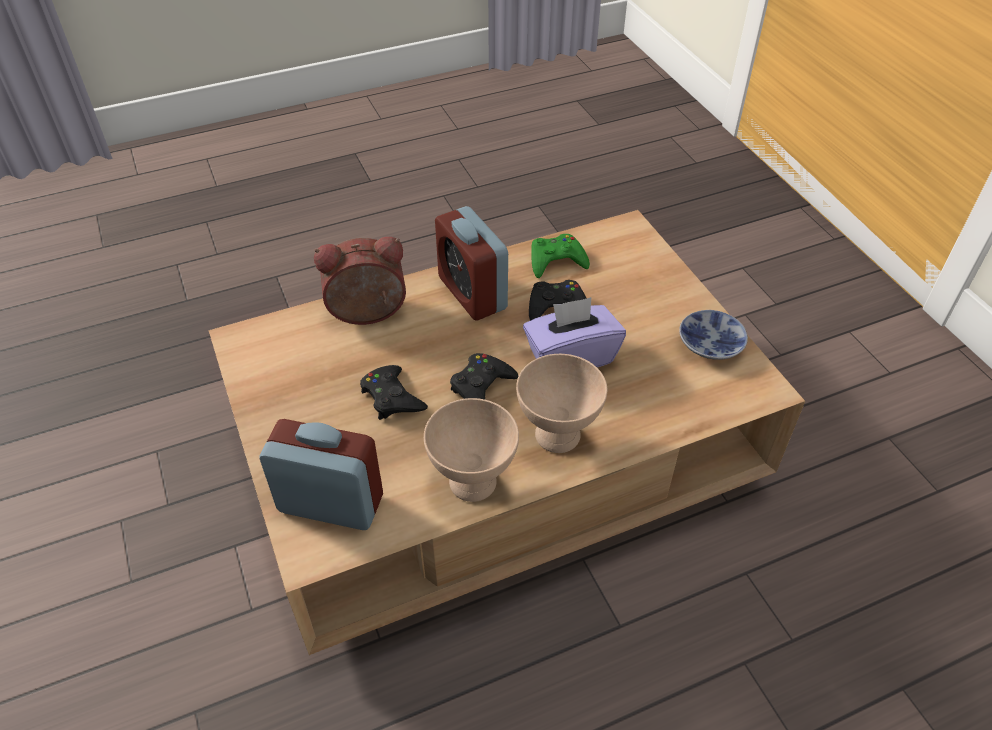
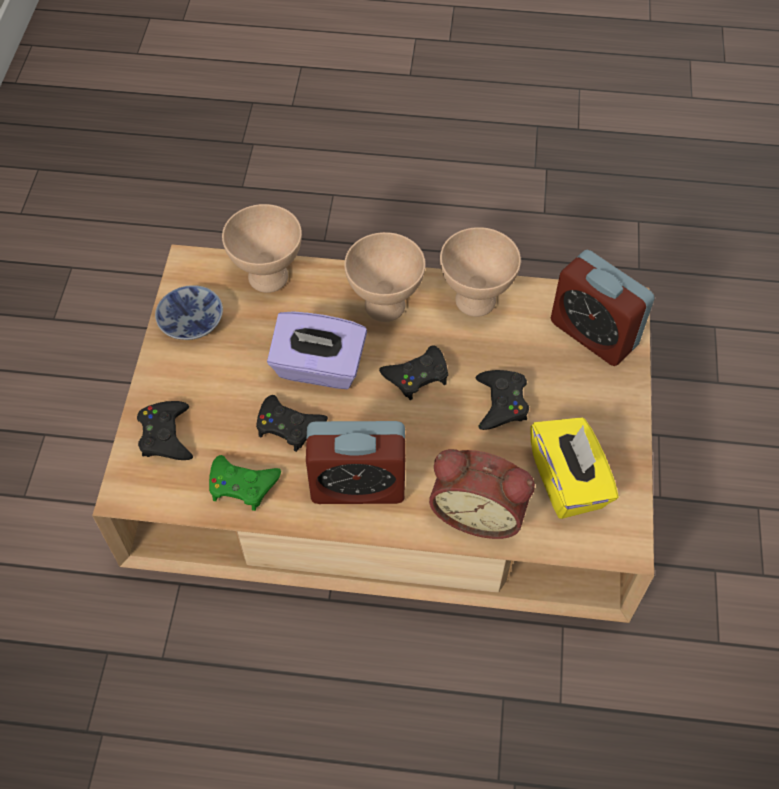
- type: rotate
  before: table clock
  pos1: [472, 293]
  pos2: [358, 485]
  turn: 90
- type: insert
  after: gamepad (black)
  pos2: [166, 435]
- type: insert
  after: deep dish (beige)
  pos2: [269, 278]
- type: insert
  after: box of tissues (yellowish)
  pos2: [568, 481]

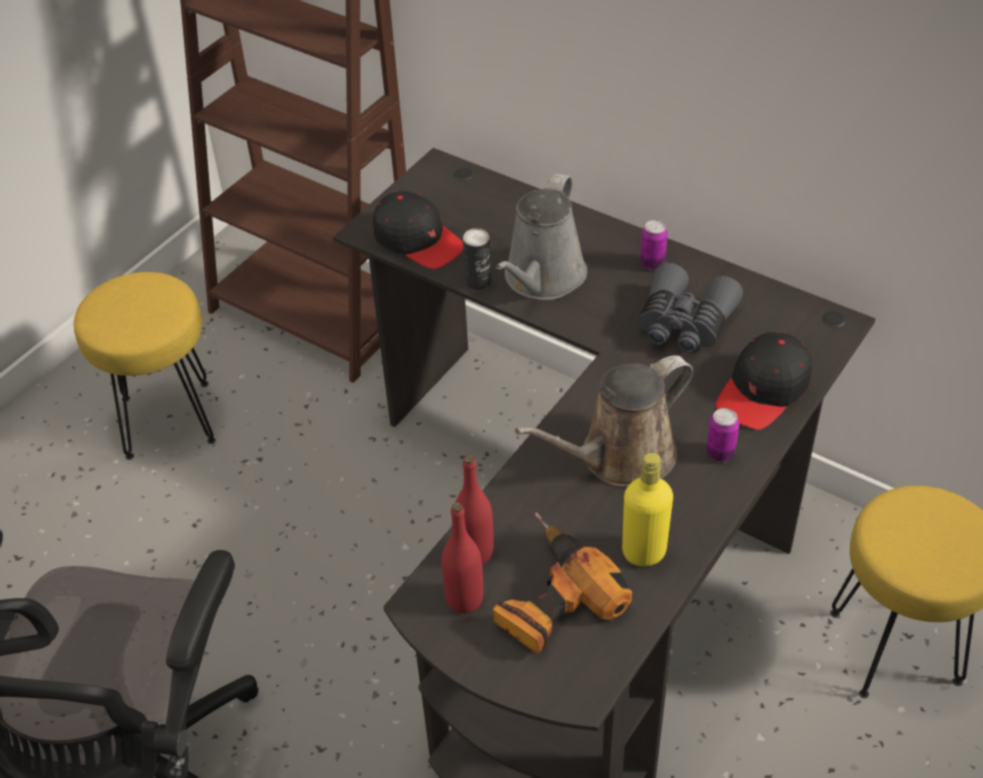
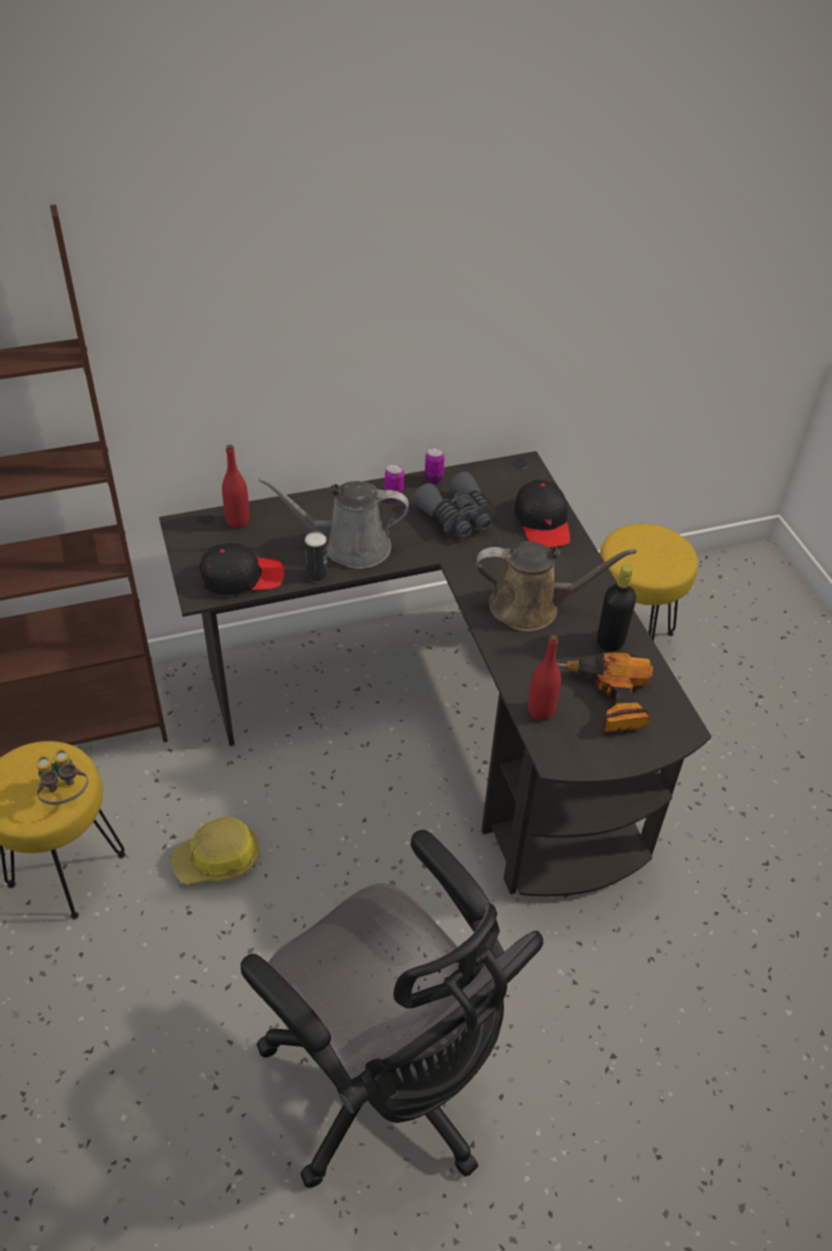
- type: move
  before: bottle (red)
  pos1: [464, 599]
  pos2: [238, 521]
- type: rotate
  before: watering pot (greyish)
  pos1: [542, 279]
  pos2: [349, 547]
  turn: 120
- type: rotate
  before: watering pot (brownish)
  pos1: [620, 458]
  pos2: [532, 607]
  turn: -90
- type: recolor
  before: bottle (yellowish)
  after: bottle (black)
  pos1: [644, 552]
  pos2: [610, 641]
- type: move
  before: metal can
  pos1: [720, 453]
  pos2: [433, 480]
- type: insert
  after: field glasses
  pos2: [65, 796]
- type: insert
  after: hard hat
  pos2: [218, 859]

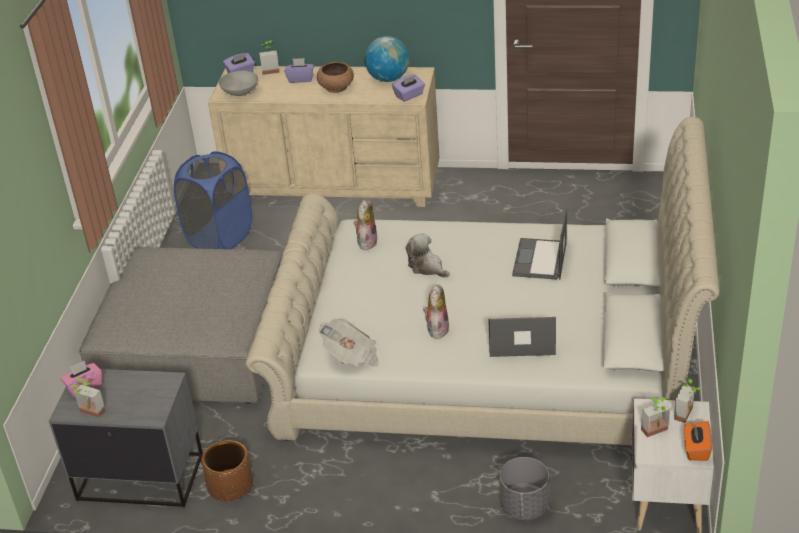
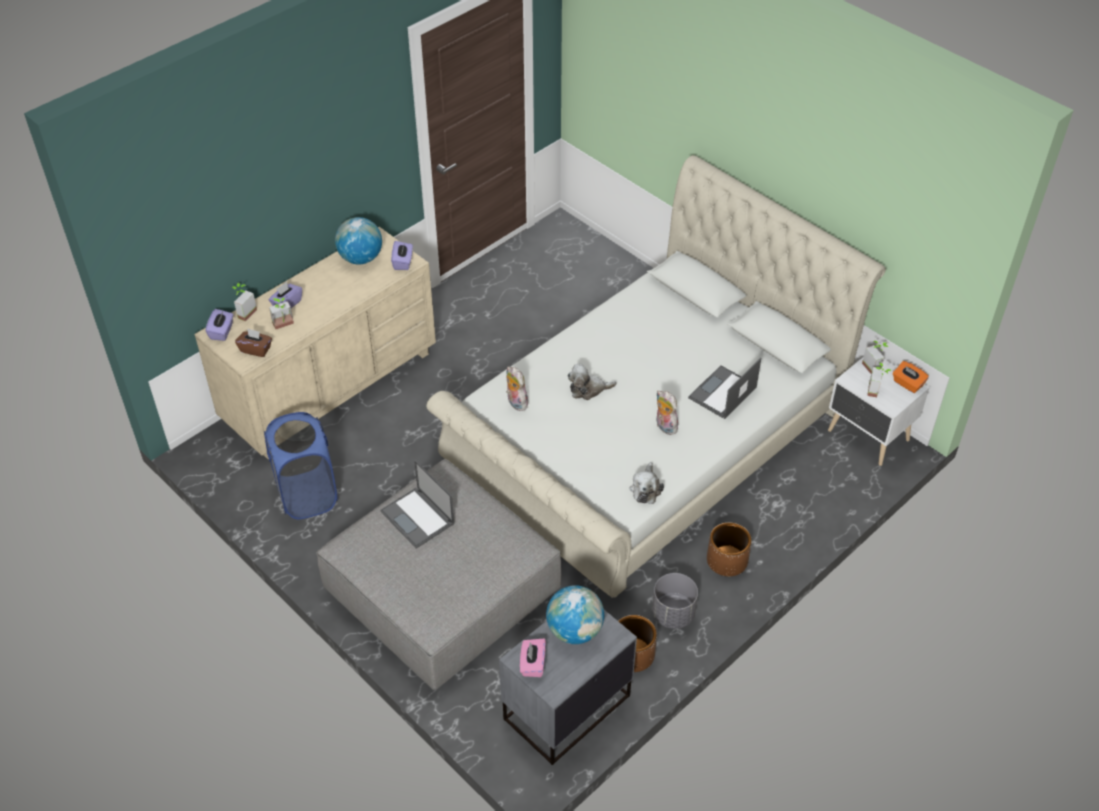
- type: move
  before: potted plant
  pos1: [90, 414]
  pos2: [284, 326]
- type: replace
  before: deep dish (greyish)
  after: box of tissues (brownish)
  pos1: [240, 93]
  pos2: [256, 349]
- type: delete
  before: deep dish (brownish)
  pos1: [336, 87]
- type: replace
  before: printed paper
  after: soft toy
  pos1: [352, 356]
  pos2: [646, 489]
- type: move
  before: planter (greyish)
  pos1: [524, 507]
  pos2: [673, 614]
- type: move
  before: portable computer
  pos1: [540, 260]
  pos2: [418, 518]
- type: insert
  after: desk globe
  pos2: [575, 630]
- type: insert
  after: planter (brownish)
  pos2: [727, 561]

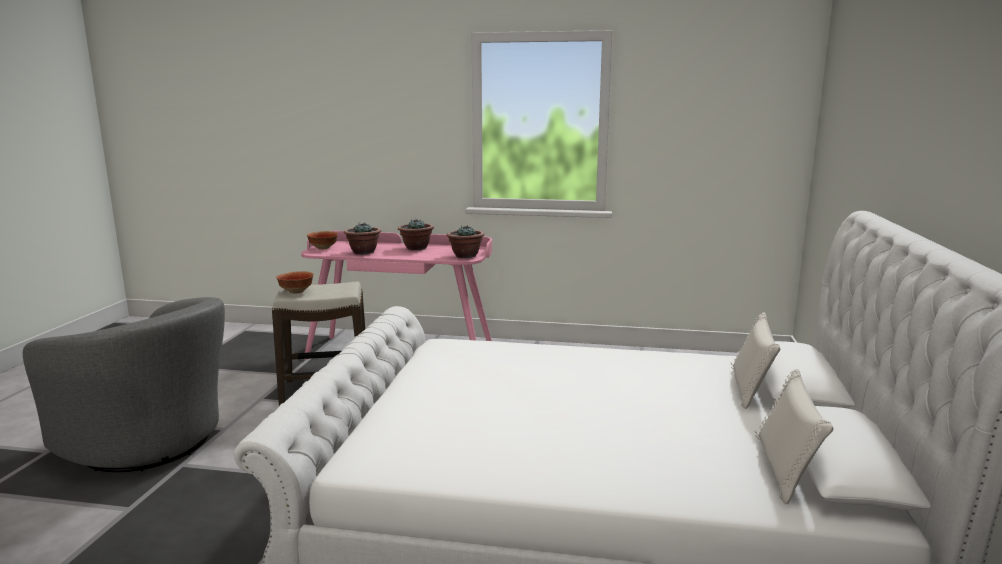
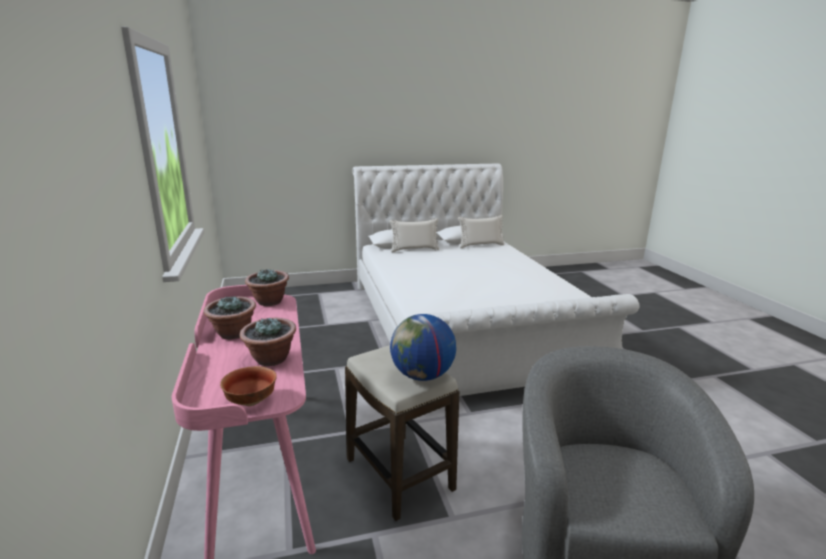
- type: replace
  before: deep dish
  after: desk globe
  pos1: [295, 292]
  pos2: [422, 376]

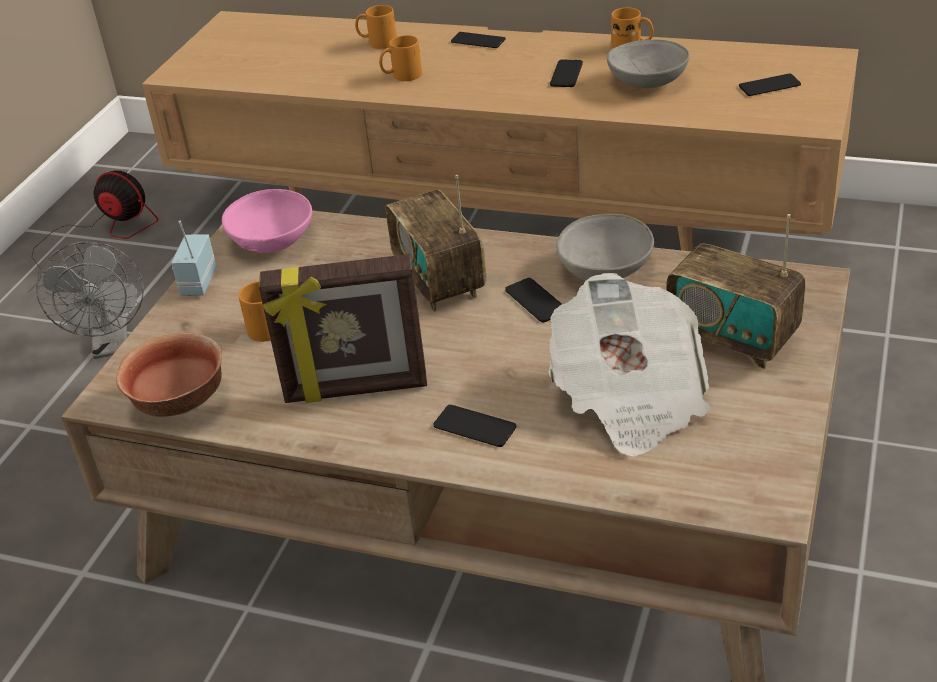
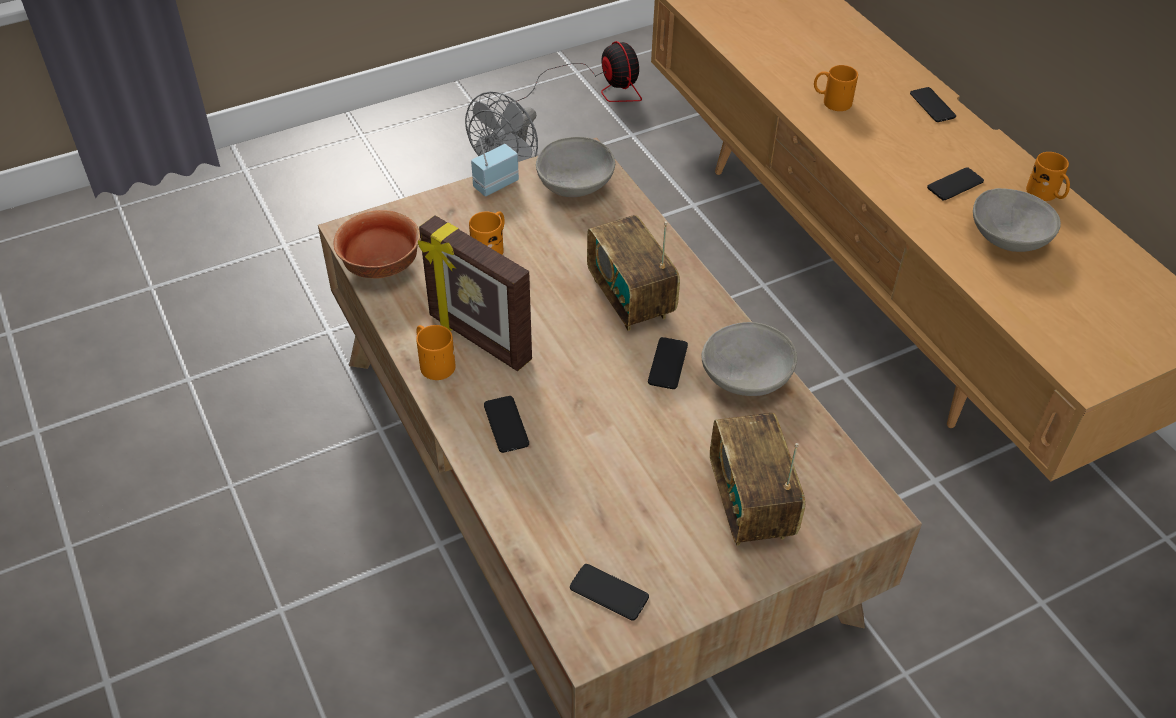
- type: recolor
  before: deep dish (pink-coloured)
  after: deep dish (greyish)
  pos1: [273, 241]
  pos2: [576, 185]
- type: move
  before: mug (orangey)
  pos1: [377, 43]
  pos2: [433, 362]
- type: rotate
  before: radio receiver
  pos1: [439, 281]
  pos2: [630, 298]
  turn: -45
- type: delete
  before: printed paper
  pos1: [629, 398]
- type: move
  before: phone
  pos1: [769, 86]
  pos2: [609, 592]

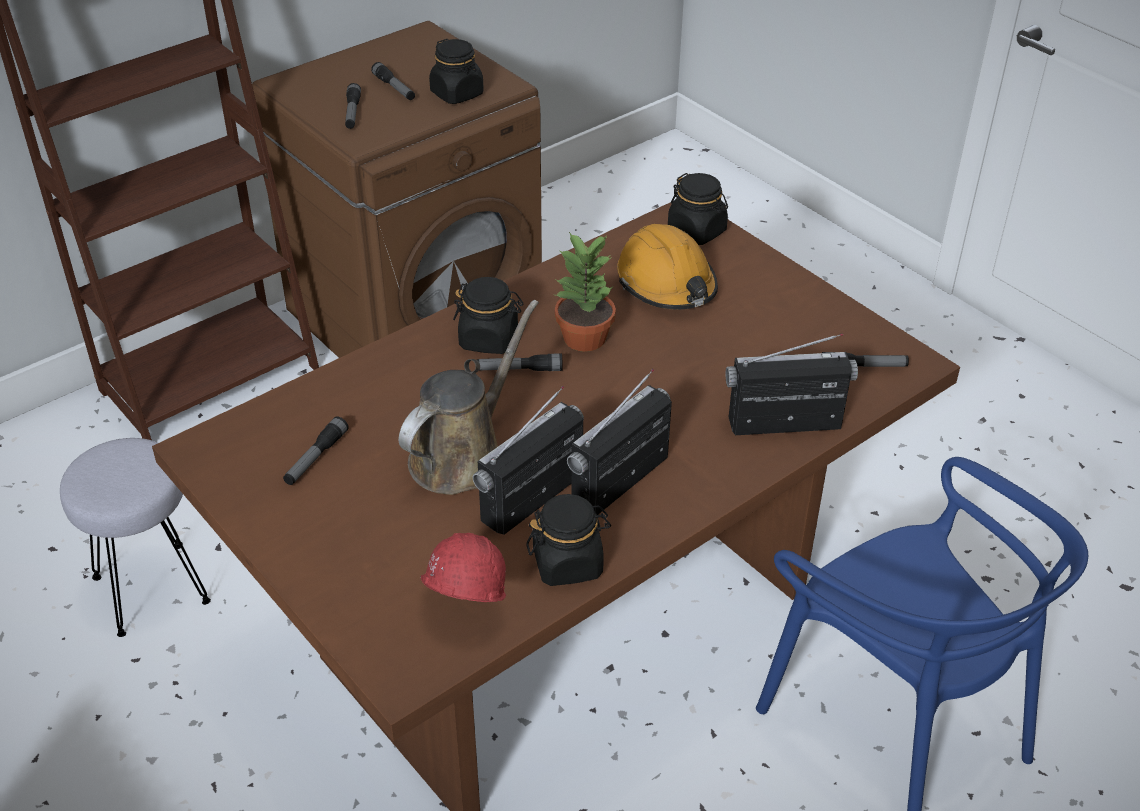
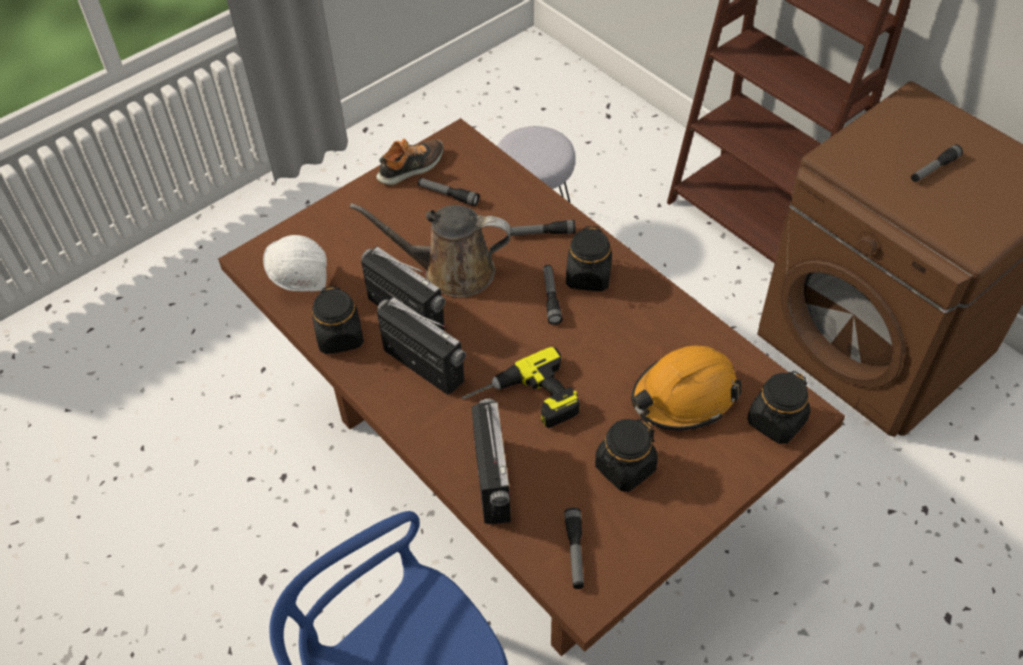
- type: move
  before: flashlight
  pos1: [352, 113]
  pos2: [541, 233]
- type: rotate
  before: watering pot (brownish)
  pos1: [463, 455]
  pos2: [451, 271]
  turn: 150
- type: recolor
  before: hard hat (red)
  after: hard hat (white)
  pos1: [462, 610]
  pos2: [302, 283]
- type: move
  before: preserve jar (black)
  pos1: [457, 94]
  pos2: [625, 468]
- type: delete
  before: potted plant
  pos1: [585, 339]
- type: insert
  after: low shoe
  pos2: [411, 168]
- type: insert
  after: electric drill
  pos2: [524, 402]

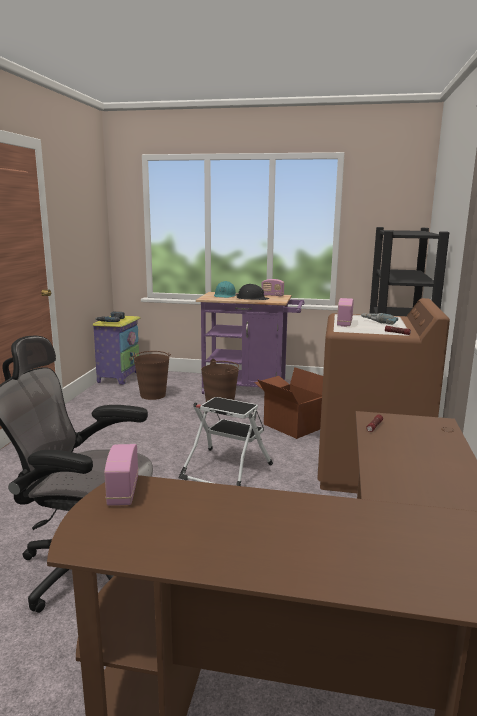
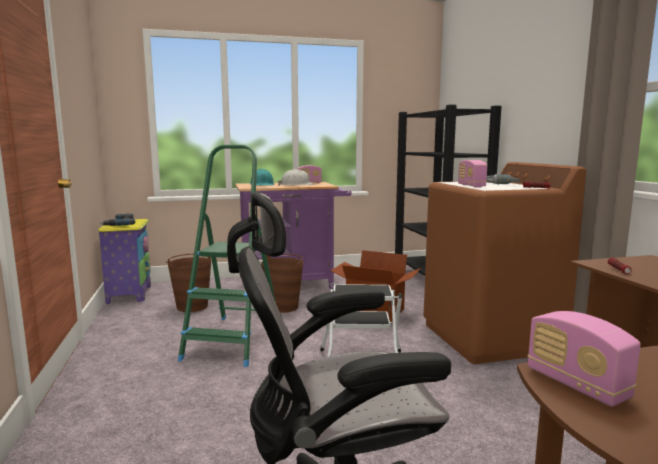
- type: recolor
  before: hard hat (black)
  after: hard hat (white)
  pos1: [252, 299]
  pos2: [296, 185]
- type: insert
  after: step stool (greenish)
  pos2: [233, 340]

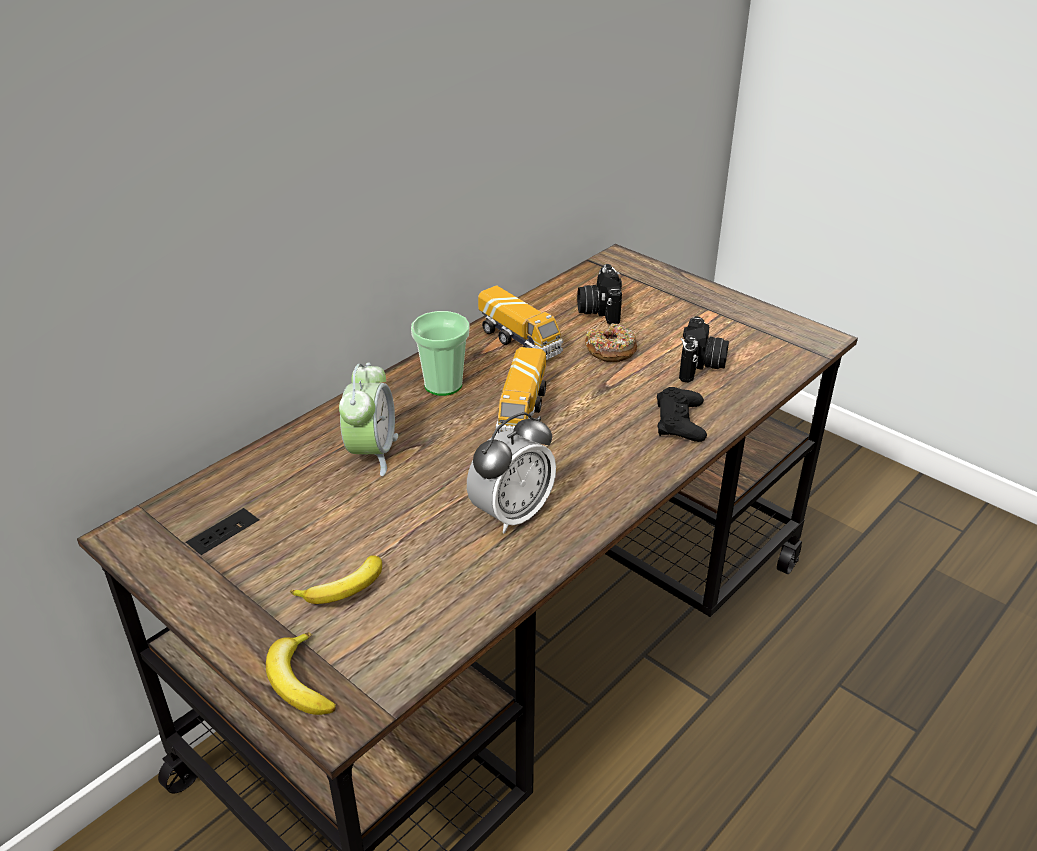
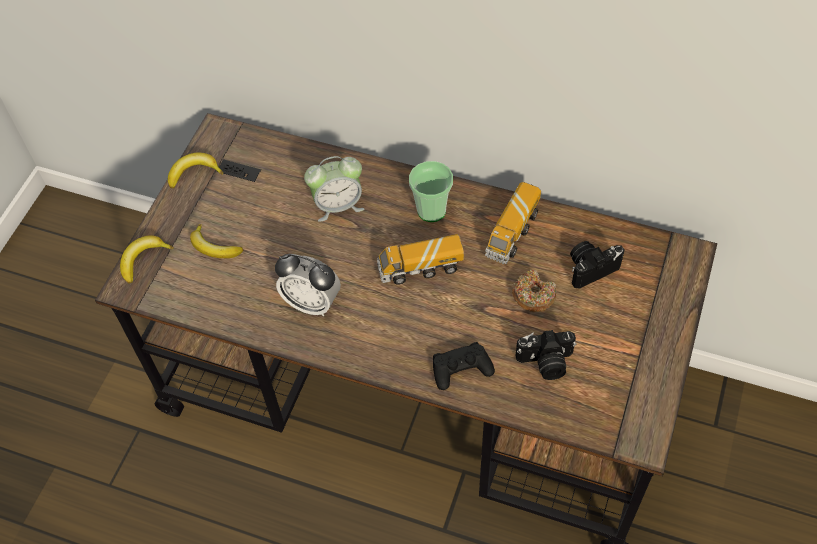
- type: insert
  after: banana fruit
  pos2: [194, 173]

